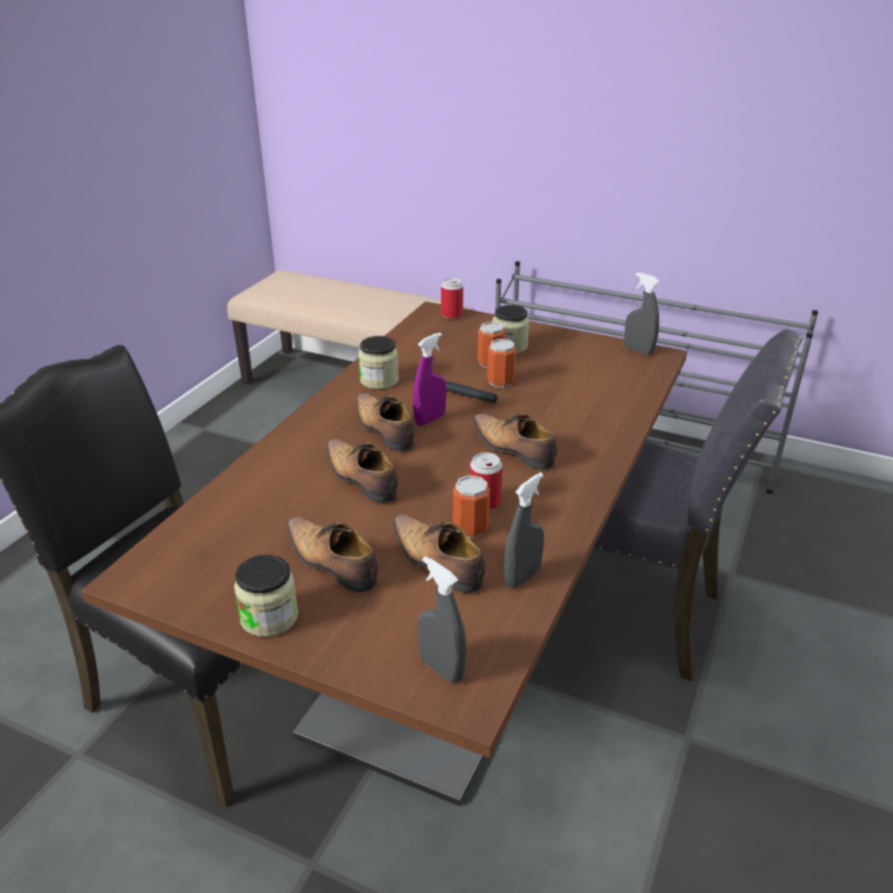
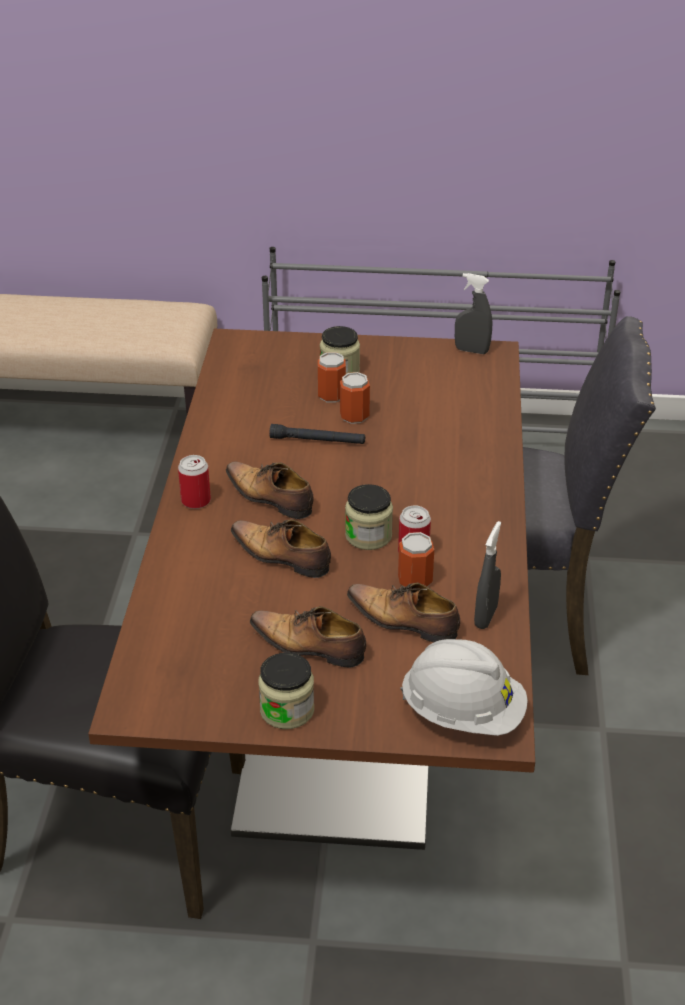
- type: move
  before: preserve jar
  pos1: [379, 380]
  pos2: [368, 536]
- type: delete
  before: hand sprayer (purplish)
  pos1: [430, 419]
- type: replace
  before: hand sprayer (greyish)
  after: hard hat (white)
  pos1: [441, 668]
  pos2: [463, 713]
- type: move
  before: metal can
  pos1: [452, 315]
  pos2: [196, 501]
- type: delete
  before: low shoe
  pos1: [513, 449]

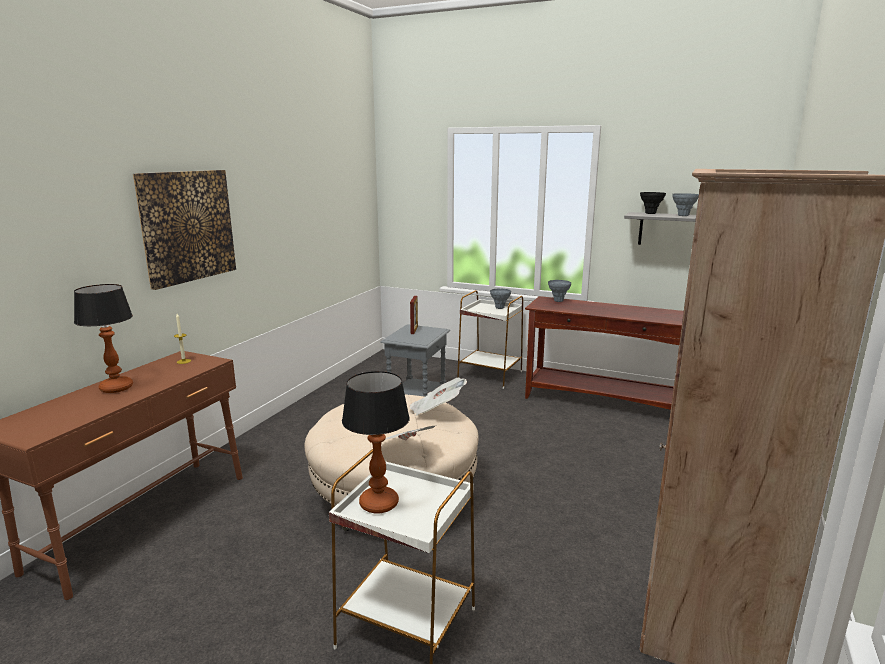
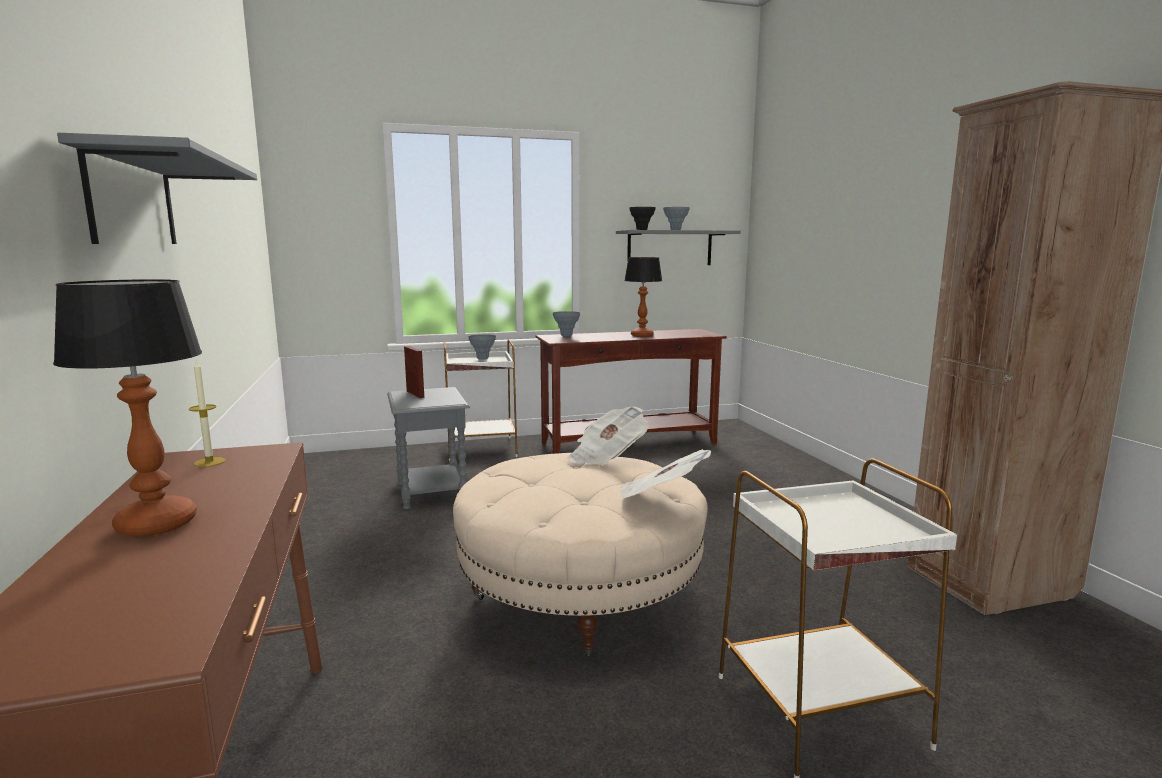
- type: replace
  before: picture
  after: wall shelf (greyish)
  pos1: [187, 226]
  pos2: [133, 200]
- type: move
  before: table lamp
  pos1: [380, 503]
  pos2: [642, 335]

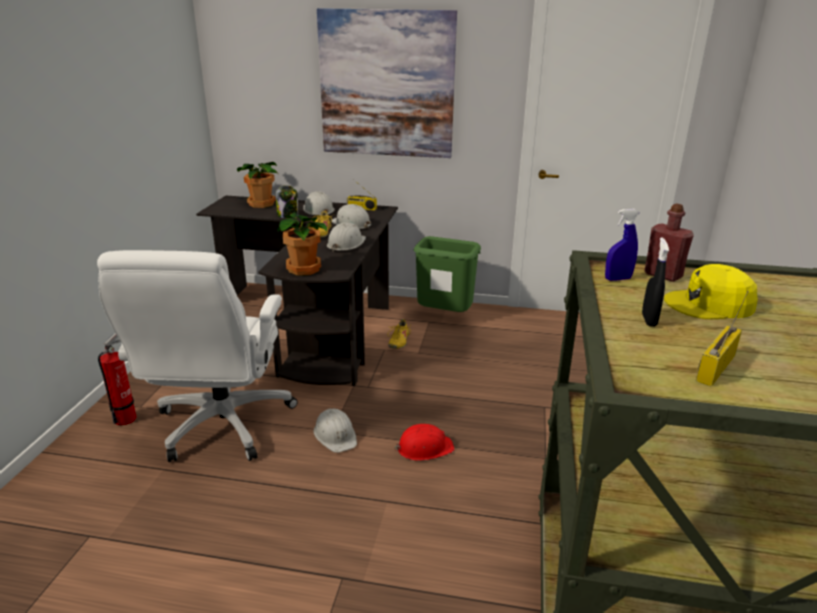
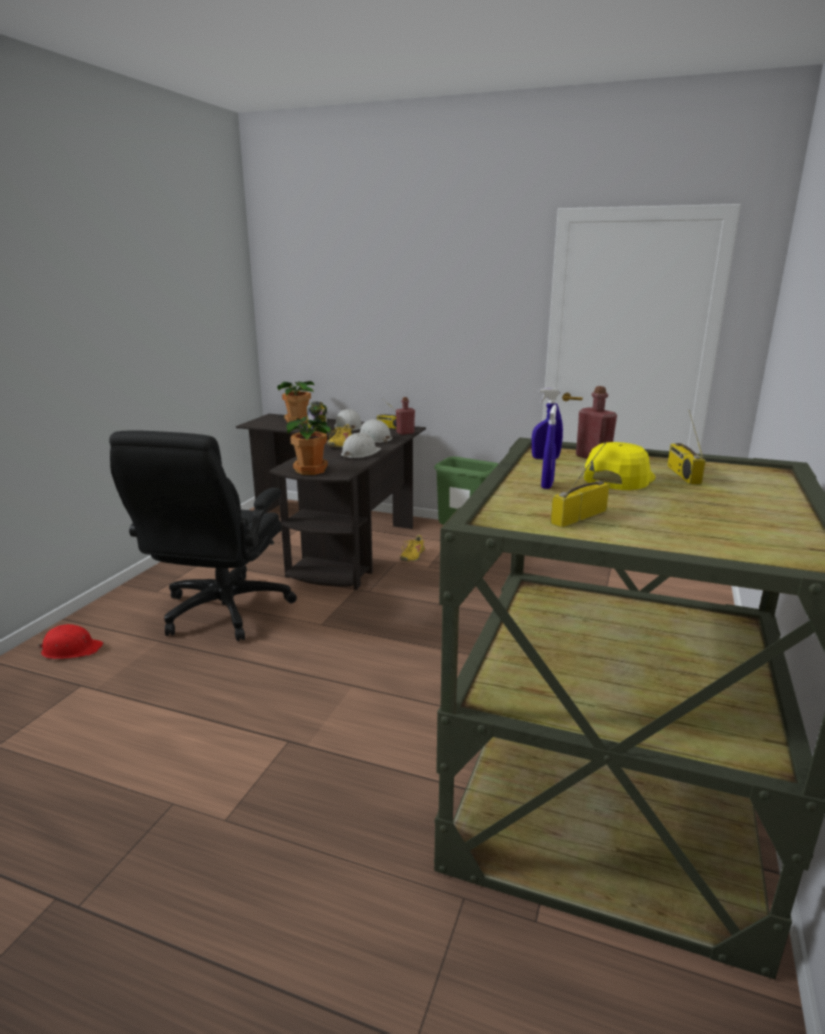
- type: recolor
  before: computer chair (white)
  after: computer chair (black)
  pos1: [219, 429]
  pos2: [219, 614]
- type: delete
  before: extinguisher
  pos1: [127, 417]
- type: delete
  before: hard hat (white)
  pos1: [335, 435]
- type: delete
  before: picture
  pos1: [386, 85]
- type: move
  before: hard hat (red)
  pos1: [424, 448]
  pos2: [71, 649]
- type: recolor
  before: hand sprayer (black)
  after: hand sprayer (blue)
  pos1: [649, 320]
  pos2: [547, 485]
- type: rotate
  before: cap (yellowish)
  pos1: [709, 304]
  pos2: [618, 478]
  turn: 120
- type: insert
  after: bottle (red)
  pos2: [405, 433]
- type: insert
  after: radio receiver
  pos2: [682, 474]

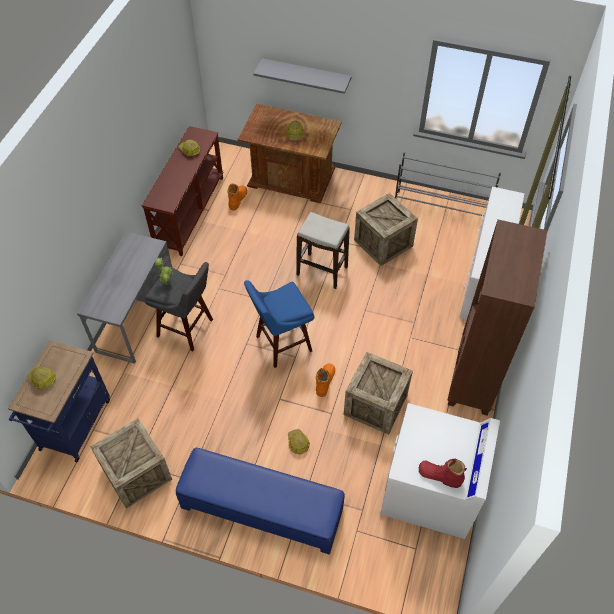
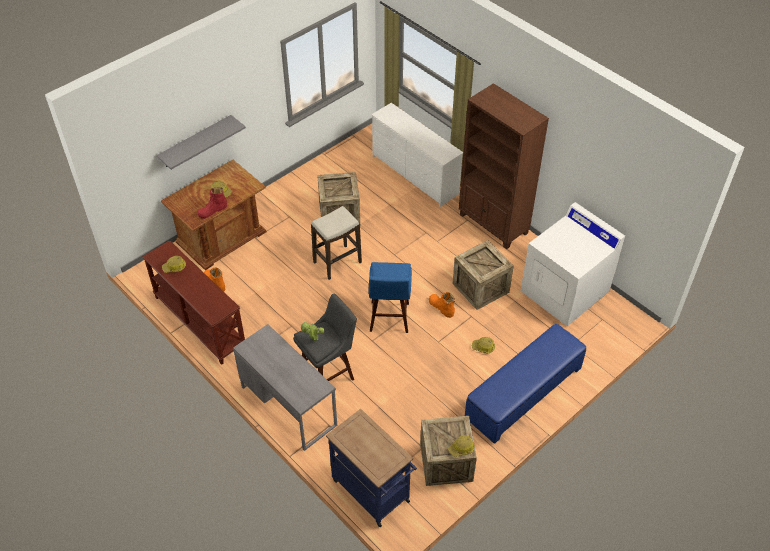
- type: move
  before: hard hat
  pos1: [42, 379]
  pos2: [461, 448]
- type: delete
  before: shoe shelf (greyish)
  pos1: [442, 207]
- type: move
  before: boot (red)
  pos1: [440, 476]
  pos2: [212, 210]

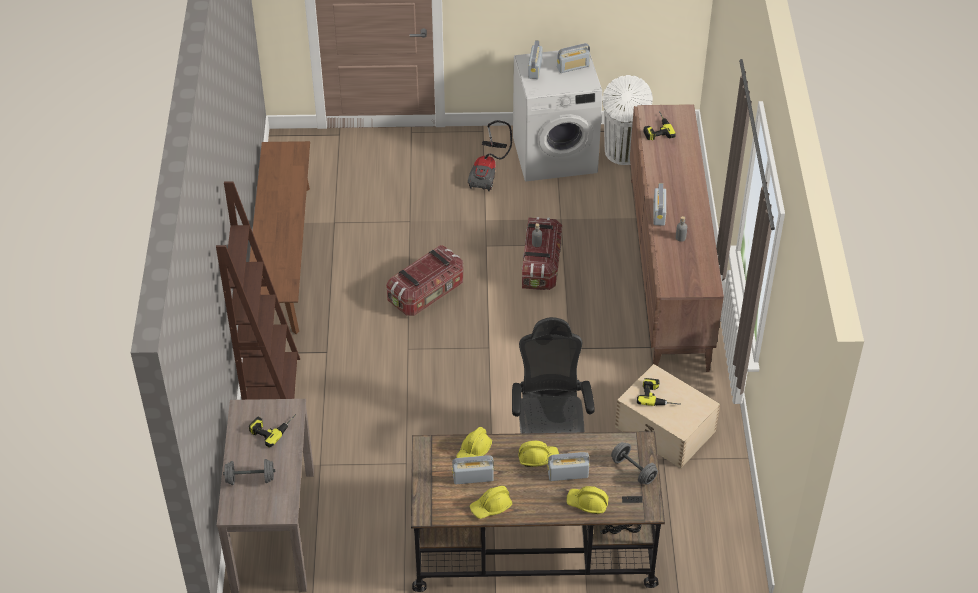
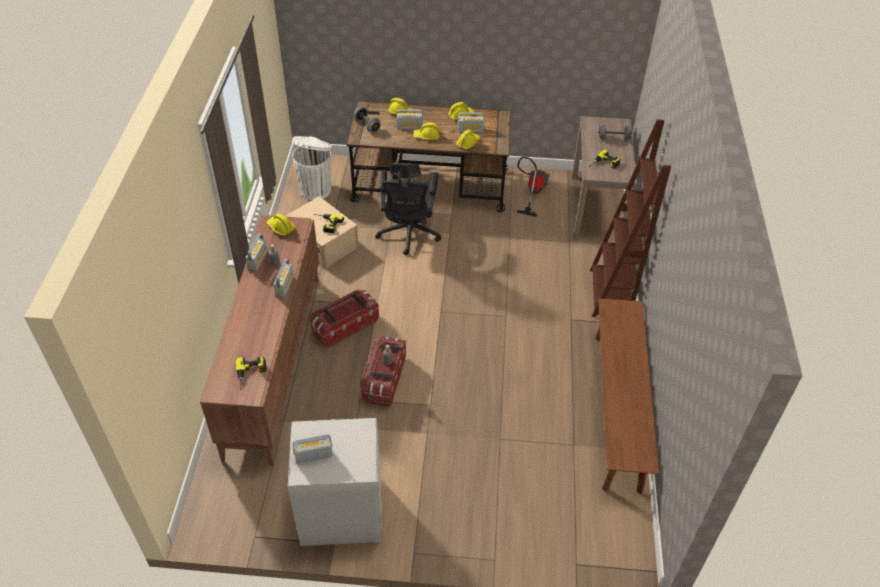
- type: move
  before: storage bin
  pos1: [427, 293]
  pos2: [345, 327]
- type: move
  before: vacuum cleaner
  pos1: [488, 172]
  pos2: [532, 192]
- type: move
  before: radio receiver
  pos1: [535, 69]
  pos2: [257, 259]
- type: move
  before: trash can (white)
  pos1: [623, 152]
  pos2: [316, 189]
- type: insert
  after: hard hat (yellowish)
  pos2: [280, 228]

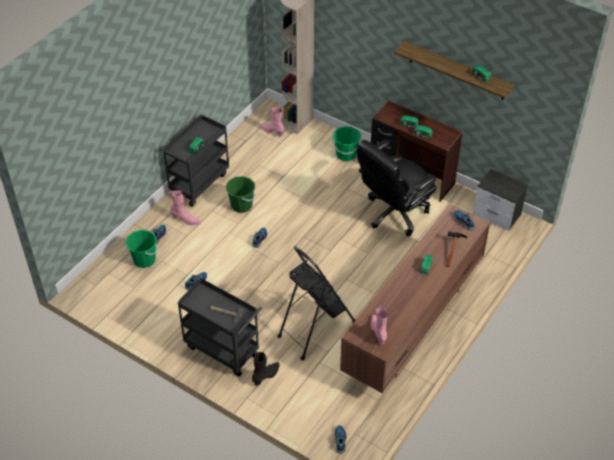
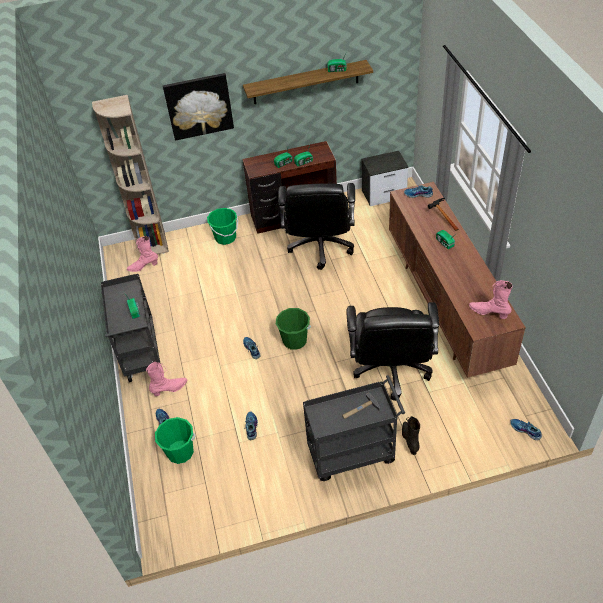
- type: move
  before: water bucket (greenish)
  pos1: [241, 205]
  pos2: [295, 340]
- type: replace
  before: step stool
  after: computer chair (black)
  pos1: [316, 329]
  pos2: [390, 372]
- type: insert
  after: picture
  pos2: [199, 106]

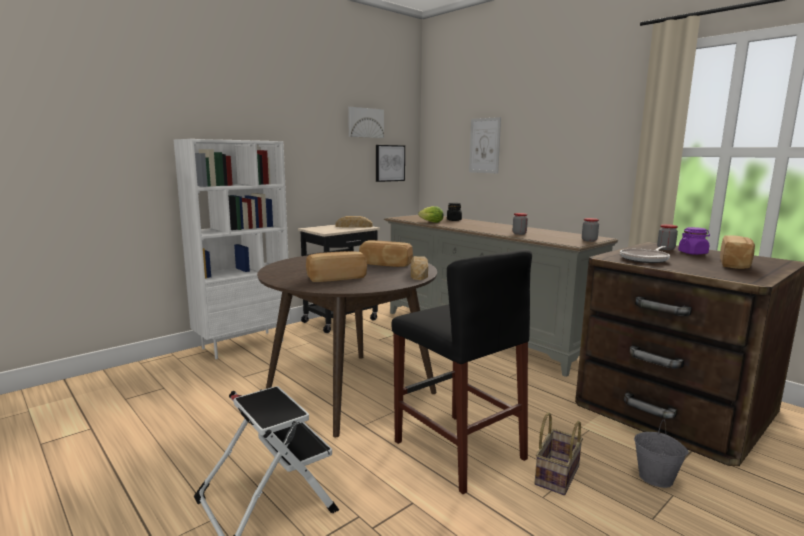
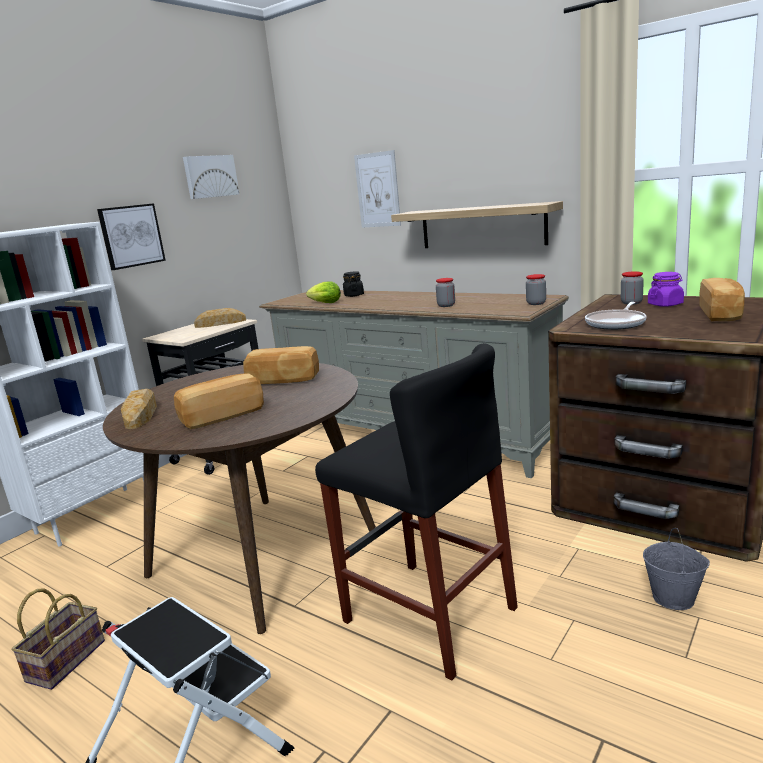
- type: move
  before: picture
  pos1: [389, 163]
  pos2: [131, 236]
- type: move
  before: bread
  pos1: [419, 273]
  pos2: [141, 414]
- type: move
  before: storage basket
  pos1: [556, 474]
  pos2: [66, 659]
- type: insert
  after: wall shelf
  pos2: [482, 226]

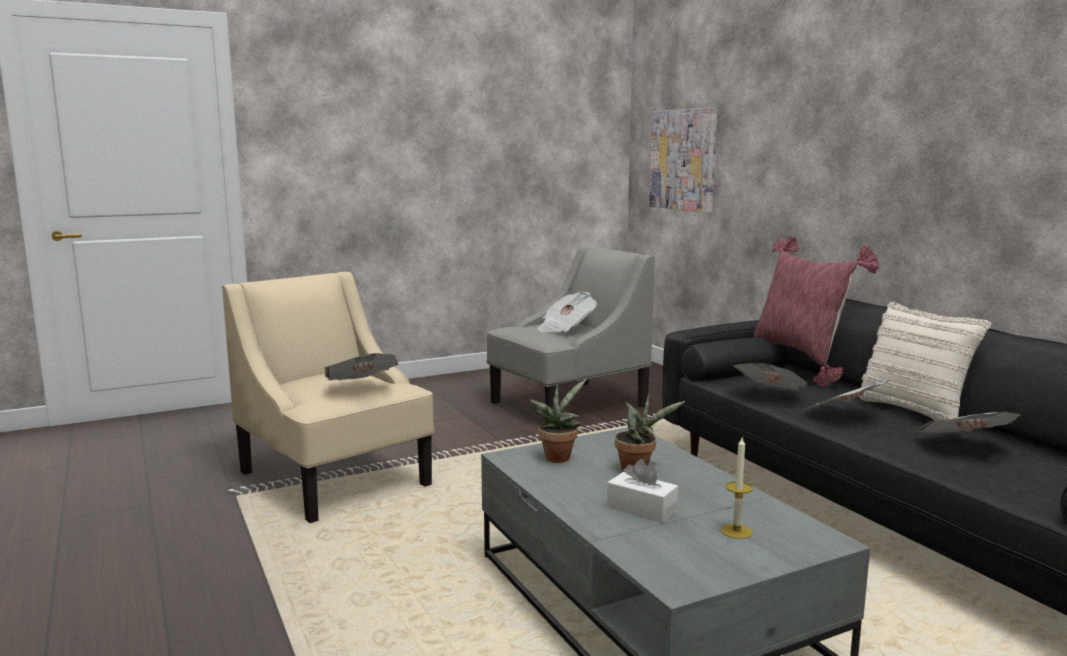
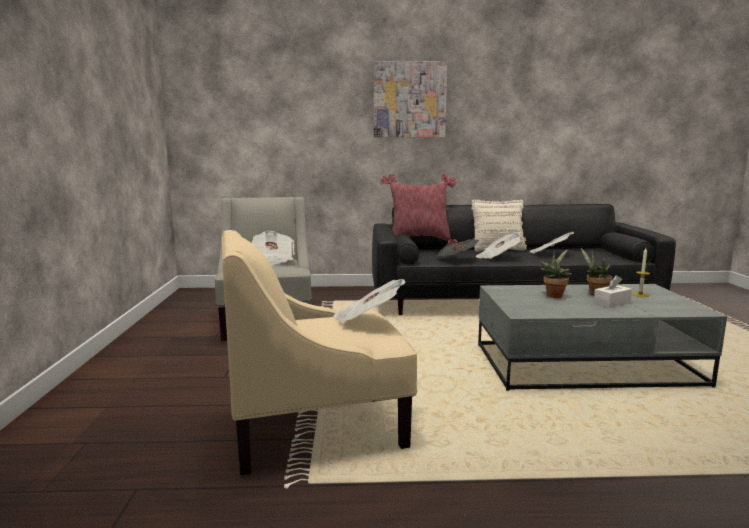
- type: move
  before: potted plant
  pos1: [558, 456]
  pos2: [595, 294]
- type: move
  before: picture
  pos1: [683, 160]
  pos2: [409, 100]

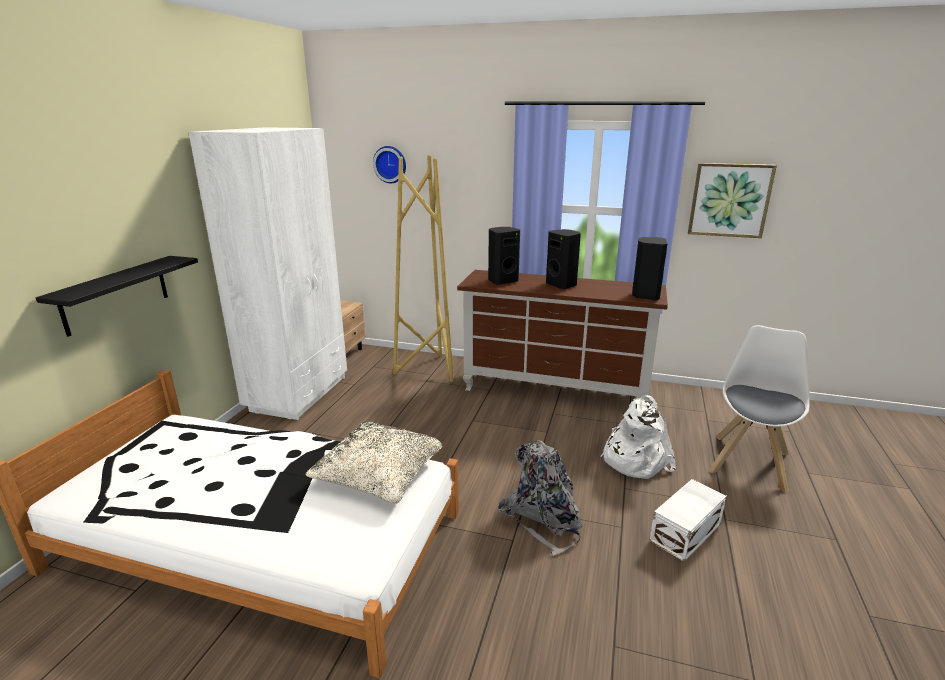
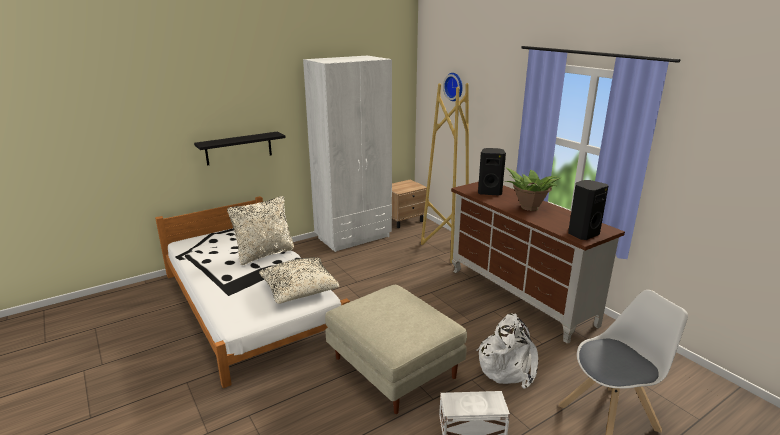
- type: replace
  before: knapsack (greyish)
  after: ottoman (beige)
  pos1: [543, 518]
  pos2: [392, 367]
- type: replace
  before: audio speaker (black)
  after: potted plant
  pos1: [562, 285]
  pos2: [529, 207]
- type: delete
  before: picture
  pos1: [729, 200]
- type: insert
  after: throw pillow (beige)
  pos2: [265, 255]

